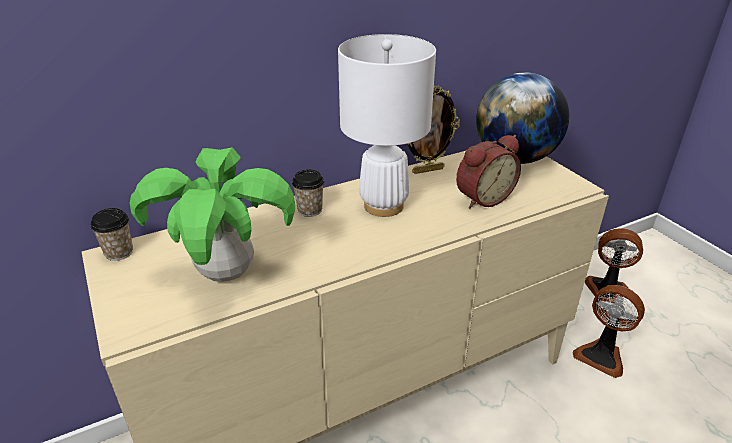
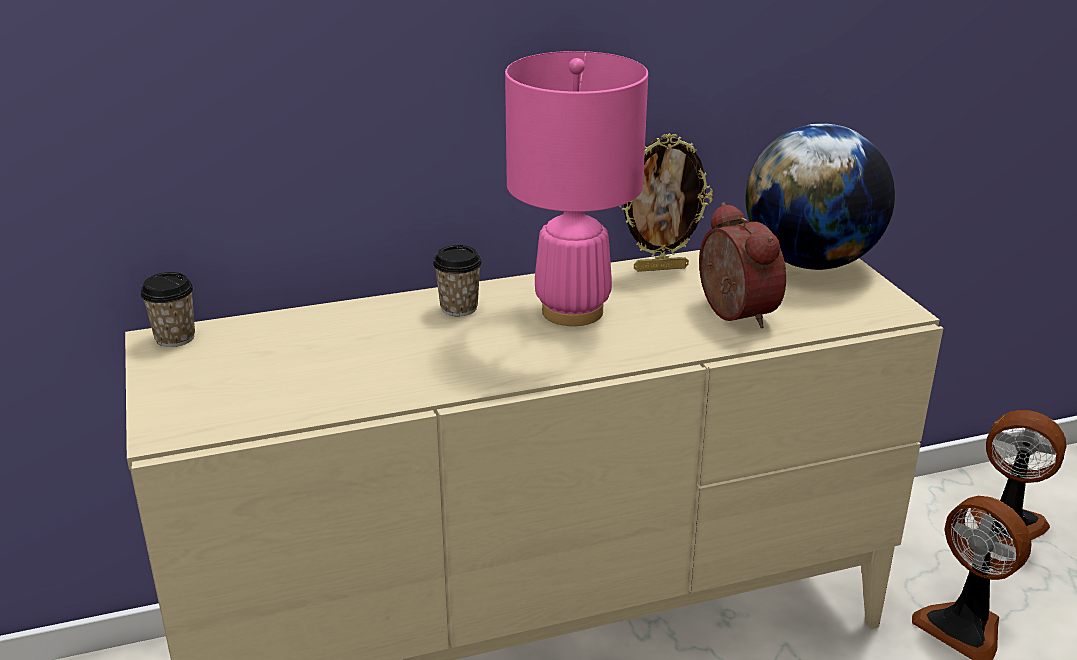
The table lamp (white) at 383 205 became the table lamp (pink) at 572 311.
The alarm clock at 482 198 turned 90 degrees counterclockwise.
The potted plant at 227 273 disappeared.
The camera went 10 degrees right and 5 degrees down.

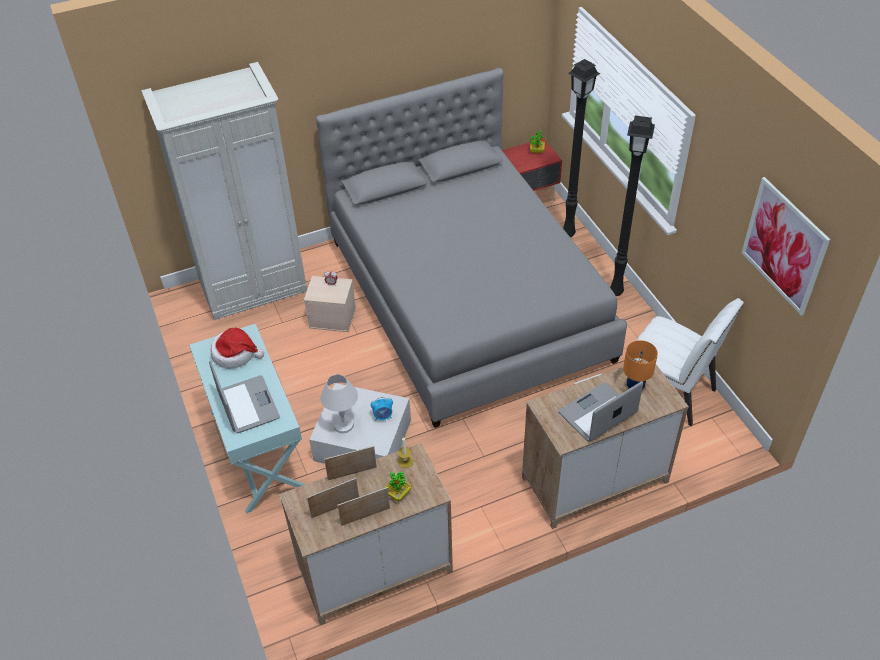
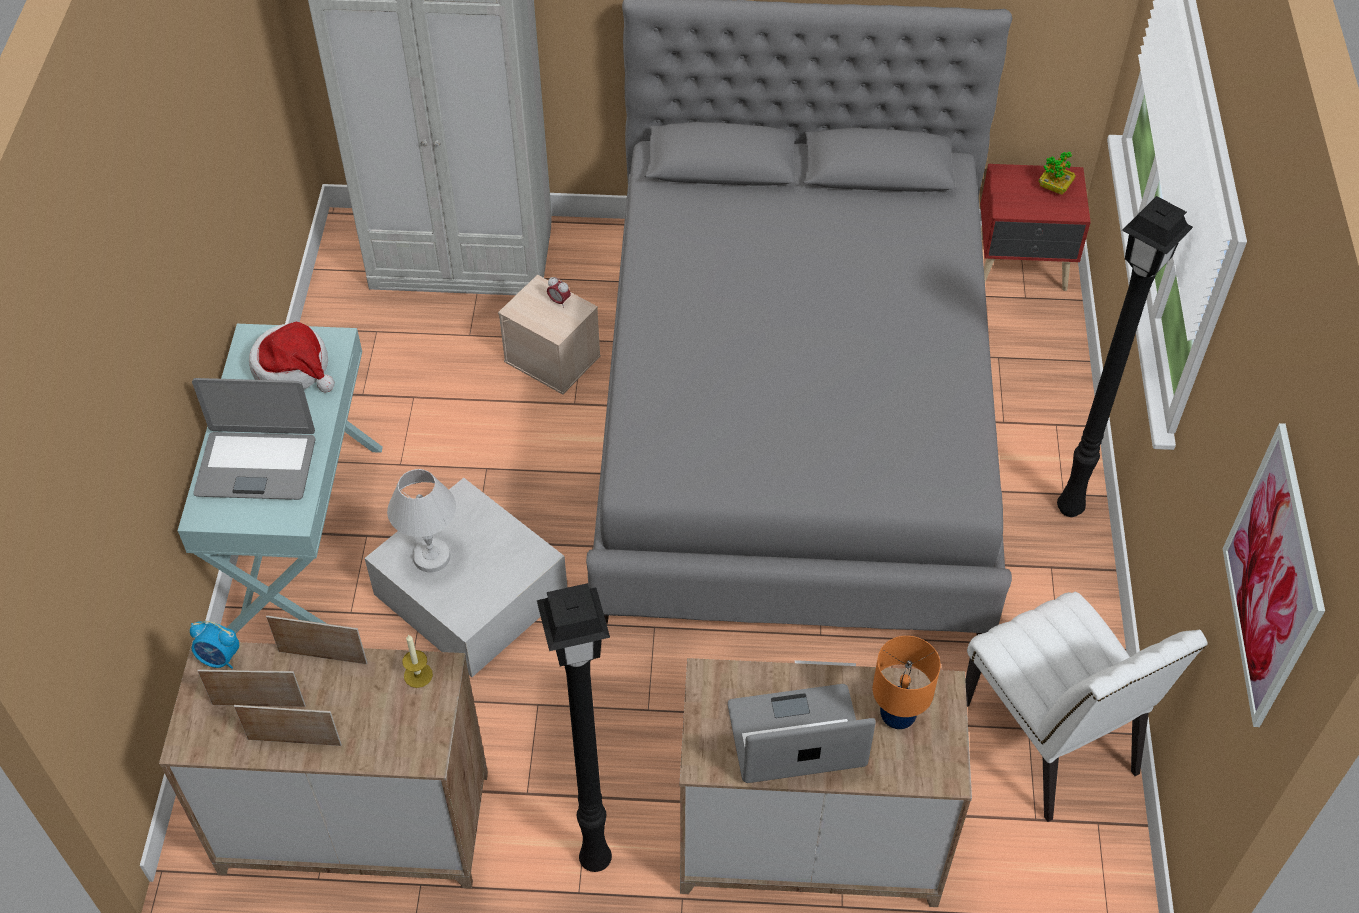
The alarm clock moved from 383 416 to 220 658.
The laptop at 248 405 turned 90 degrees clockwise.
The floor lamp (black) moved from 568 234 to 594 862.
The potted plant at 397 493 disappeared.
The camera went 25 degrees right and 5 degrees up.

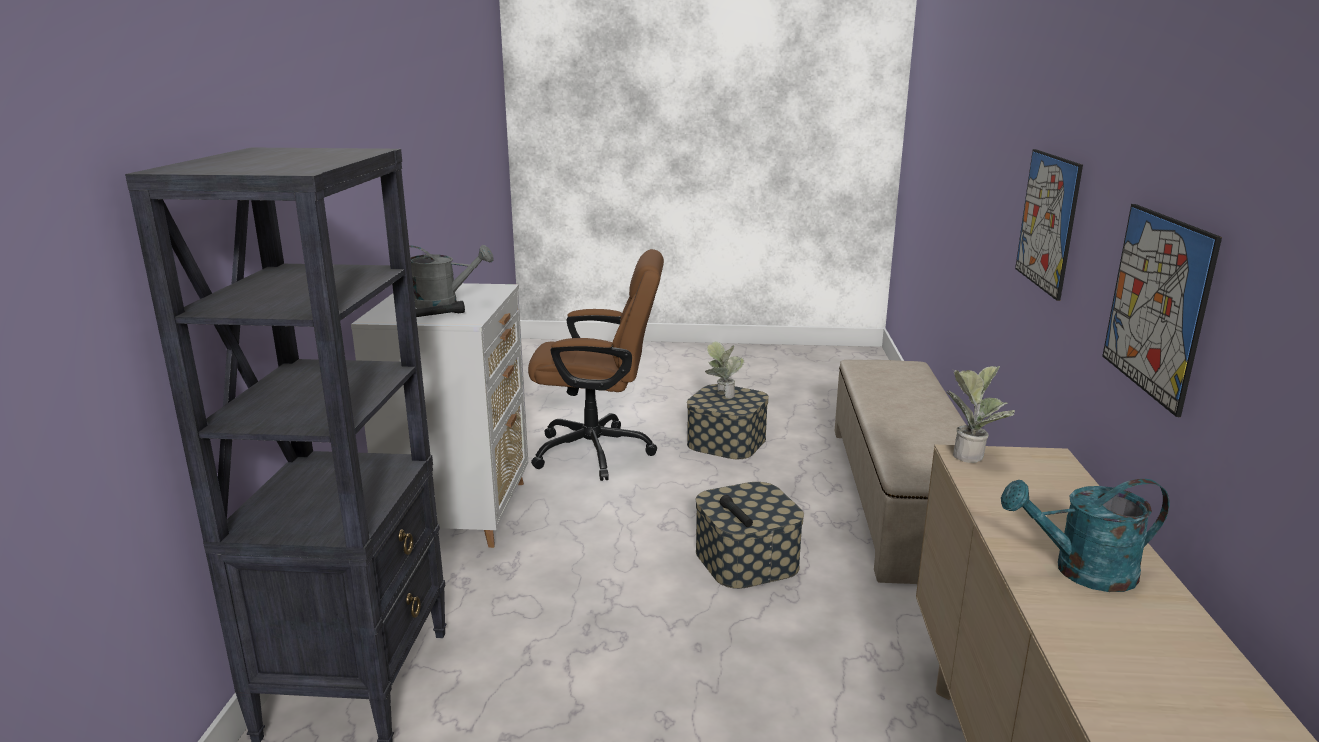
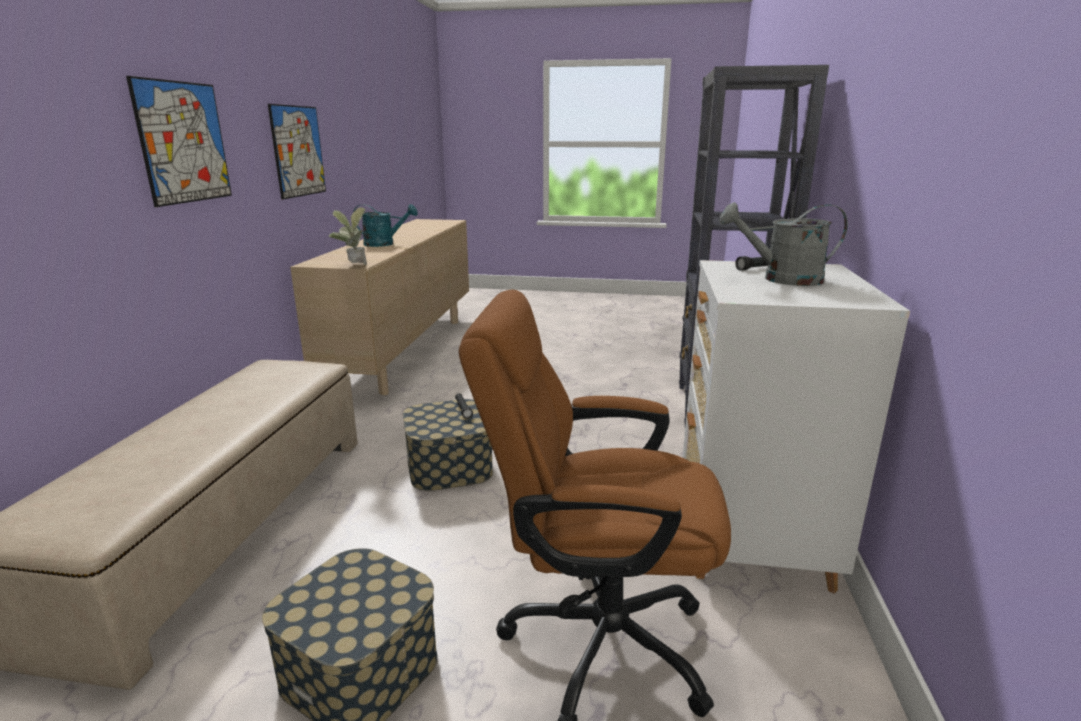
The potted plant at 722 395 disappeared.
The camera went 175 degrees left and 0 degrees up.

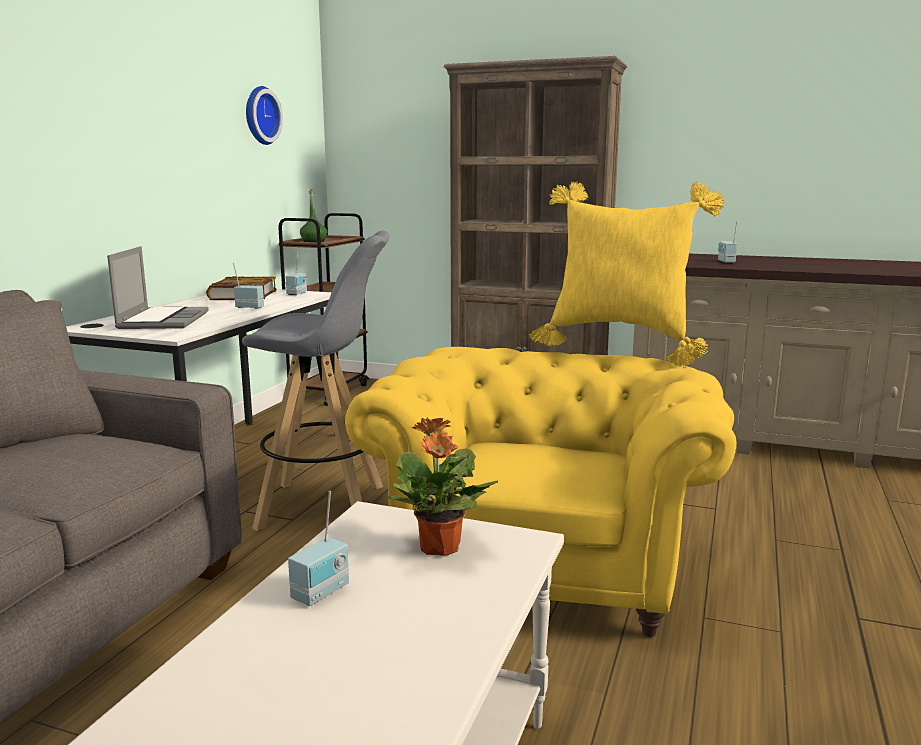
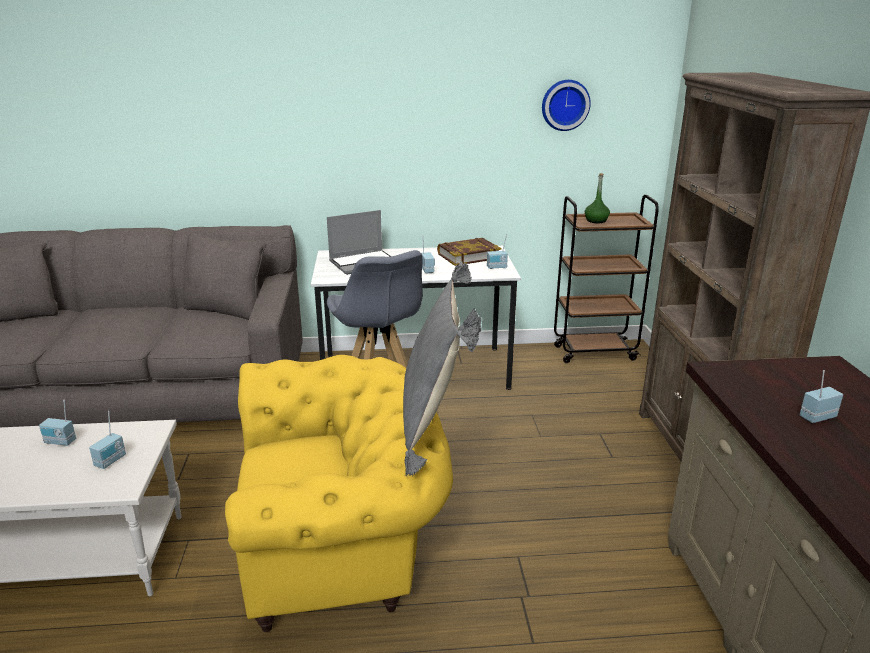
The potted plant at 439 548 was replaced by the radio at 111 461.
The pillow (yellow) at 620 353 became the pillow (grey) at 438 435.
The camera went 65 degrees right and 10 degrees up.

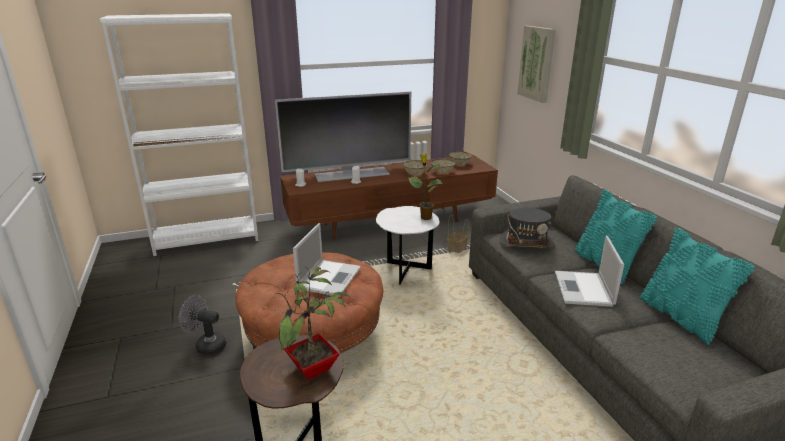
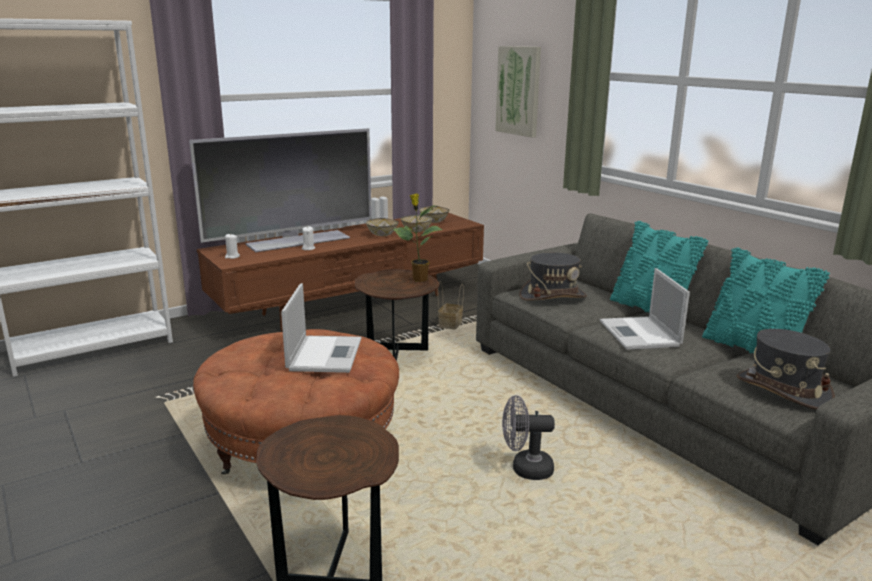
The side table (white) at 406 273 became the side table (brown) at 397 358.
The fan (grey) moved from 206 345 to 525 469.
The hat (grey) at 782 390 appeared.
The potted plant at 314 370 disappeared.
The camera went 15 degrees left and 5 degrees down.

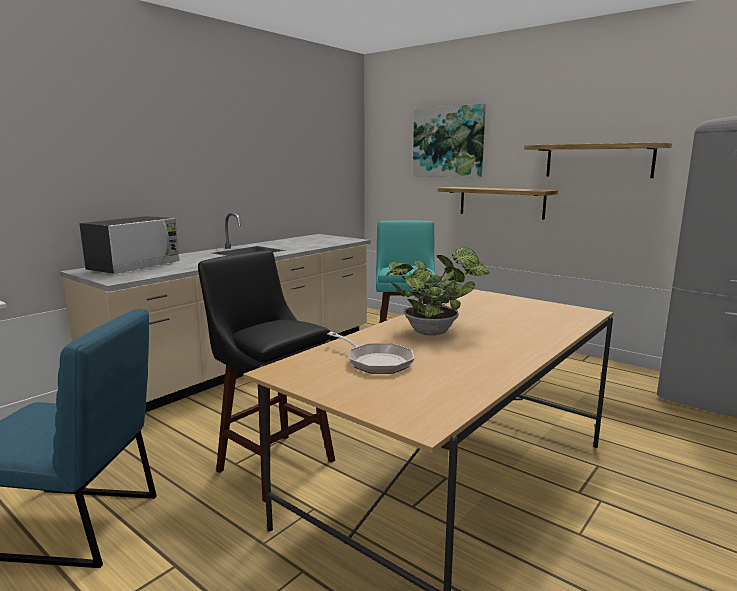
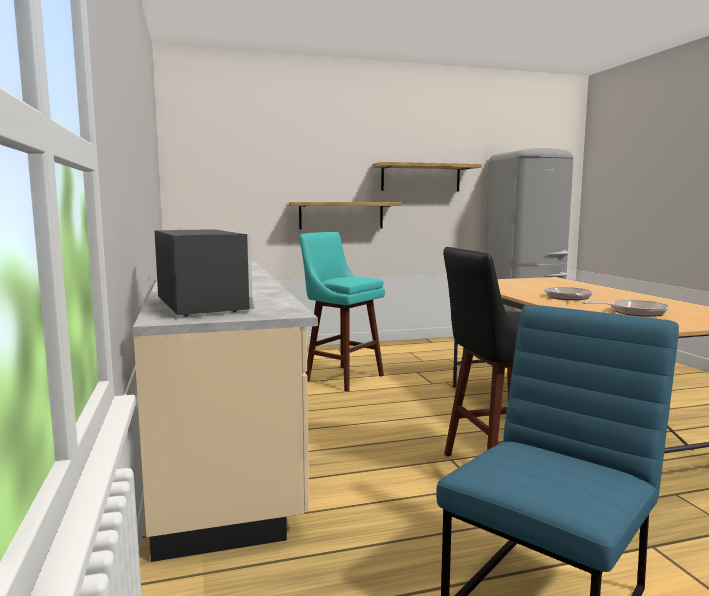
The potted plant at 434 332 was replaced by the frying pan at 568 298.
The picture at 448 142 disappeared.
The camera went 55 degrees left and 5 degrees down.

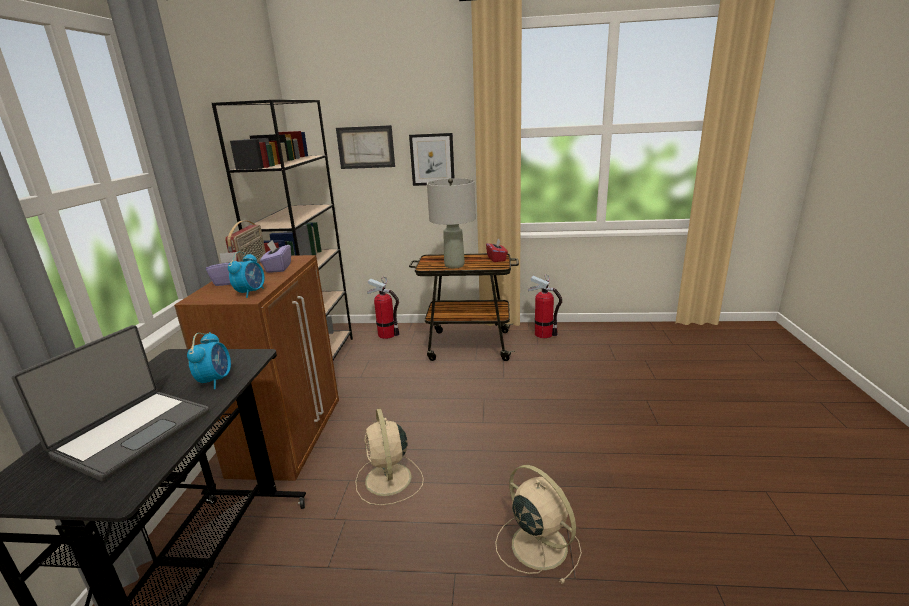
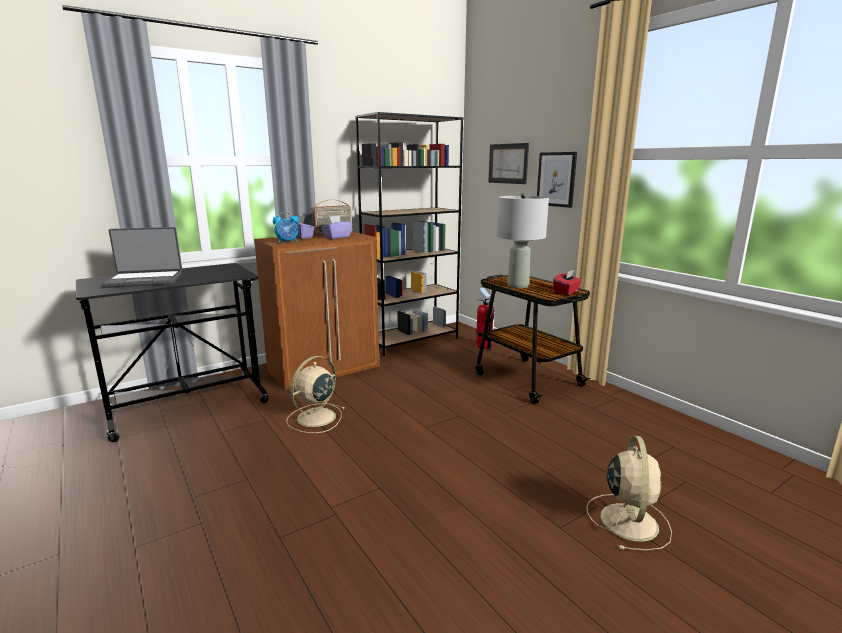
The fan (beige) moved from 537 544 to 628 520.
The alarm clock at 216 380 disappeared.
The fire extinguisher at 543 334 disappeared.
The camera went 50 degrees right and 5 degrees down.

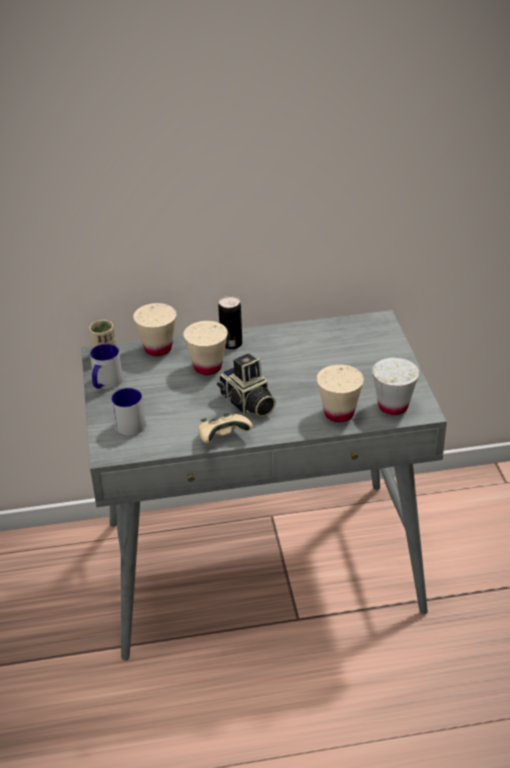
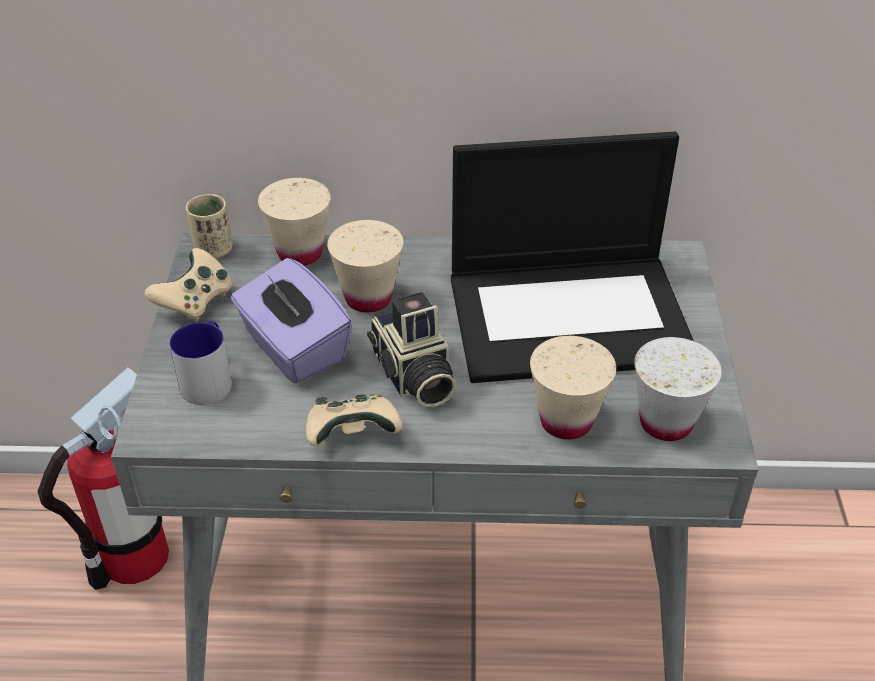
The fire extinguisher at 134 557 appeared.
The mug at 105 383 was replaced by the game controller (beige) at 195 302.
The tissue box (purple) at 293 348 appeared.
The laptop at 571 316 appeared.
The can at 231 344 disappeared.
The camera went 10 degrees right and 5 degrees up.

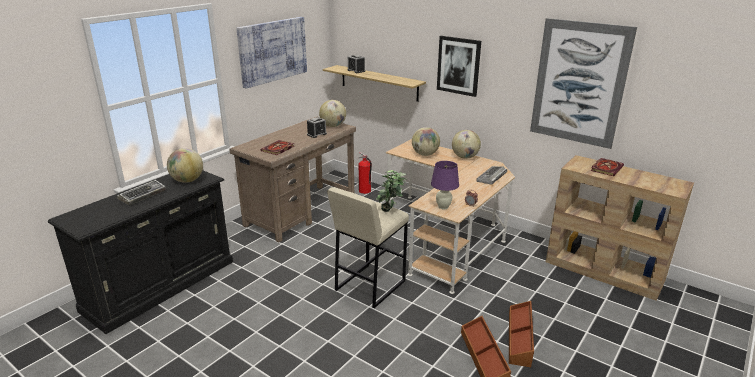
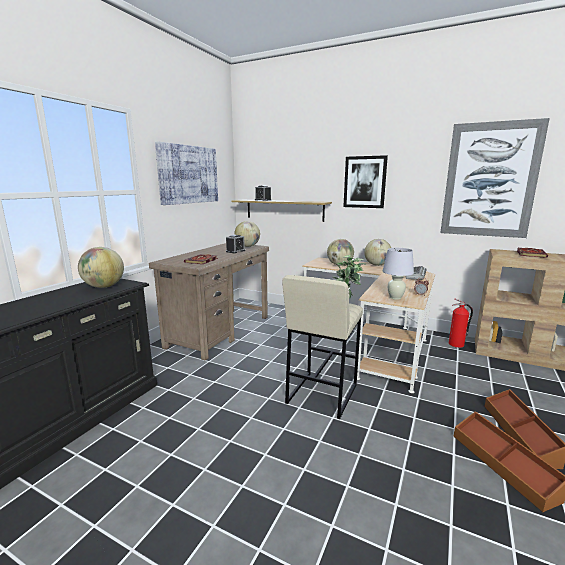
The table lamp (purple) at 443 207 became the table lamp (white) at 395 297.
The fire extinguisher moved from 364 191 to 456 345.
The keyboard at 143 195 disappeared.
The camera went 10 degrees left and 10 degrees down.

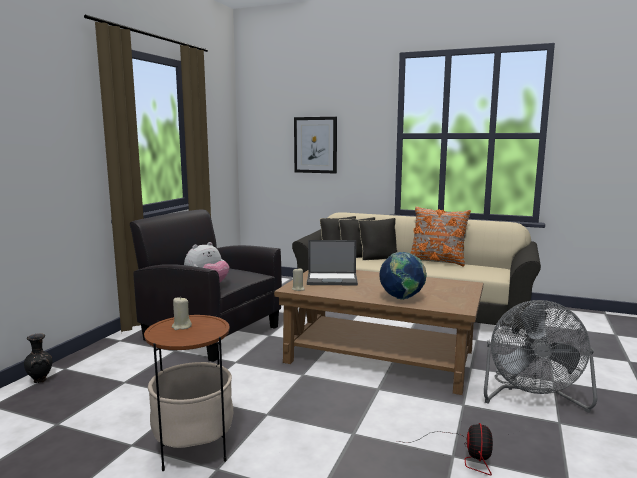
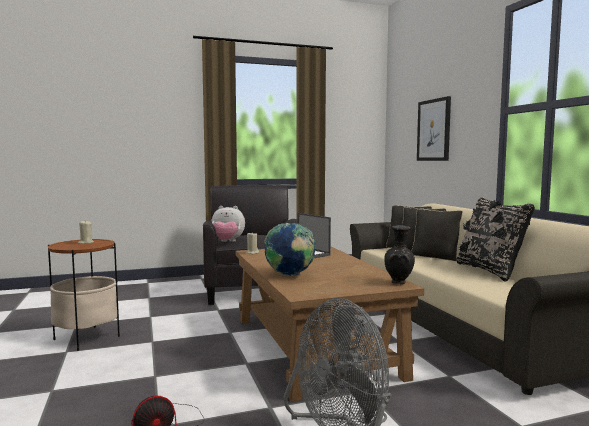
The vase (black) moved from 41 381 to 399 283.
The pillow (orange) at 437 262 became the pillow (black) at 488 271.
The camera went 50 degrees right and 5 degrees down.

